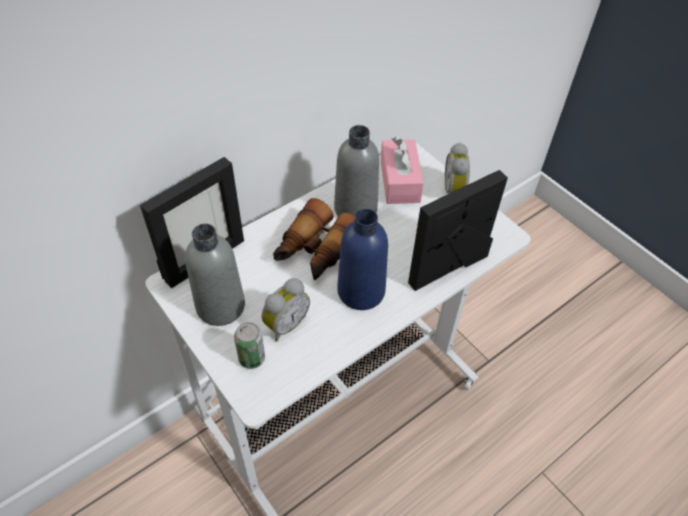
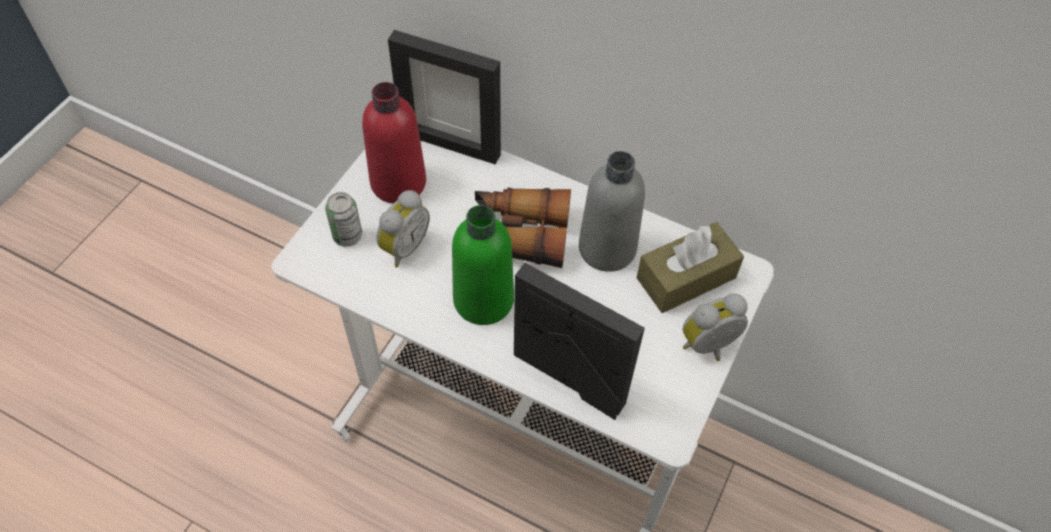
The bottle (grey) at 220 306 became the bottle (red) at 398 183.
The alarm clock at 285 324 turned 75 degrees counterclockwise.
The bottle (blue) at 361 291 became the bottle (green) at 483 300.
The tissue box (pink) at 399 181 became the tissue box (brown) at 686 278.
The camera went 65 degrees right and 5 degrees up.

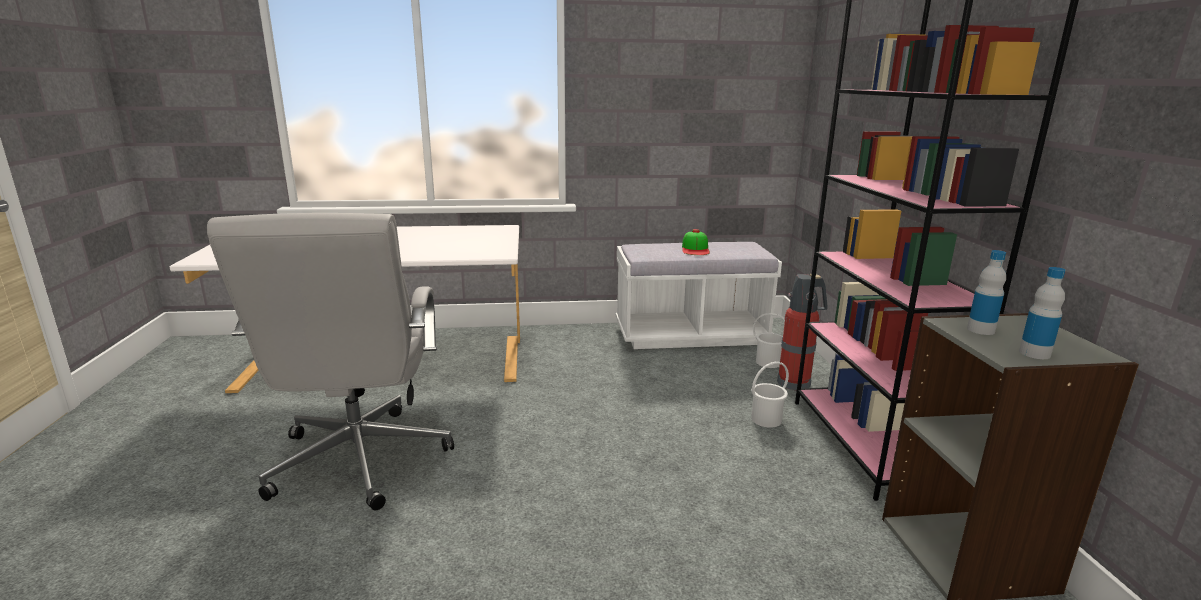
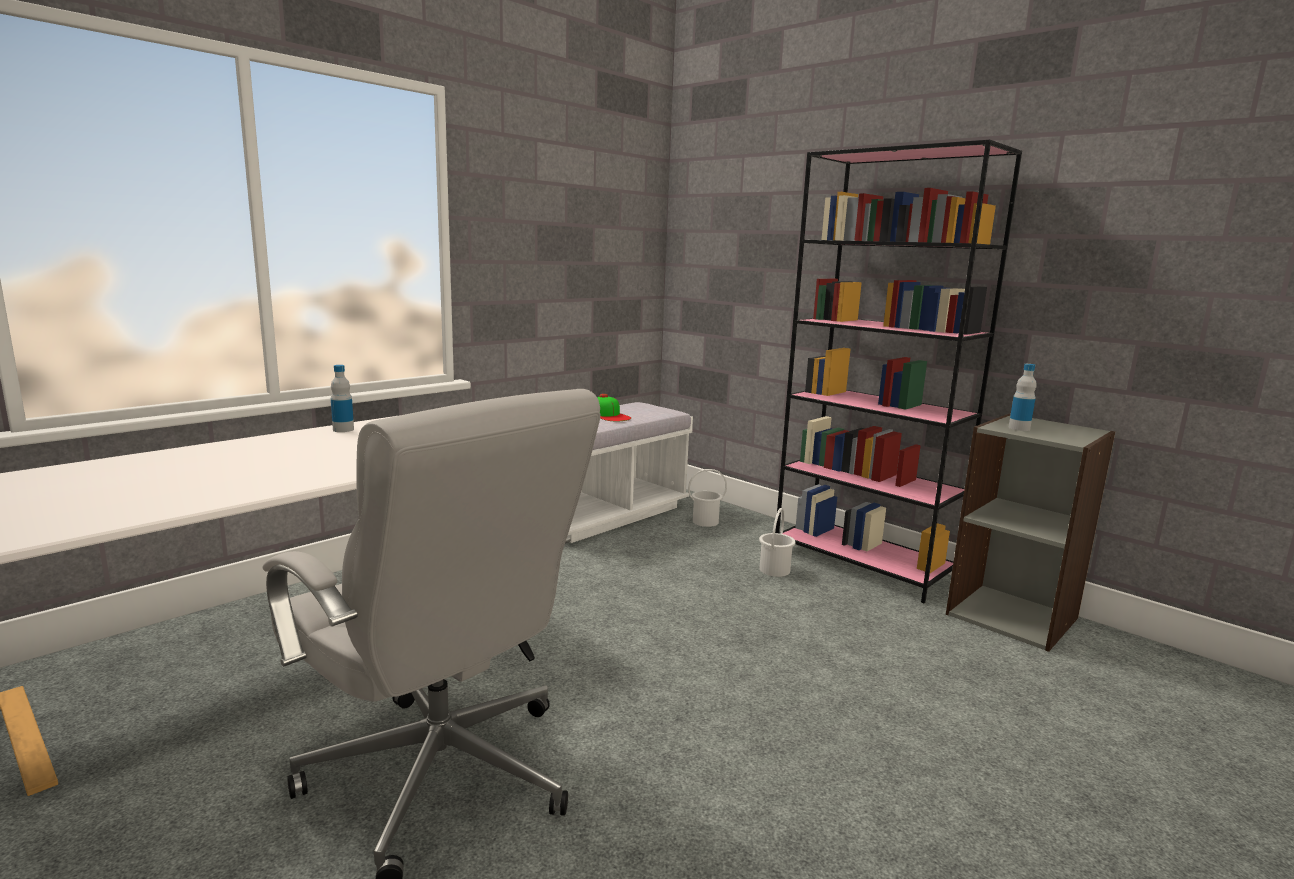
The bottle moved from 1034 353 to 343 429.
The fire extinguisher at 795 383 disappeared.
The camera went 40 degrees left and 5 degrees down.

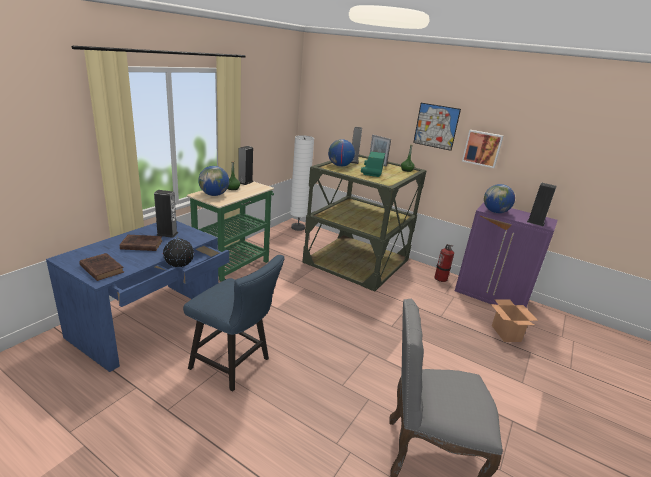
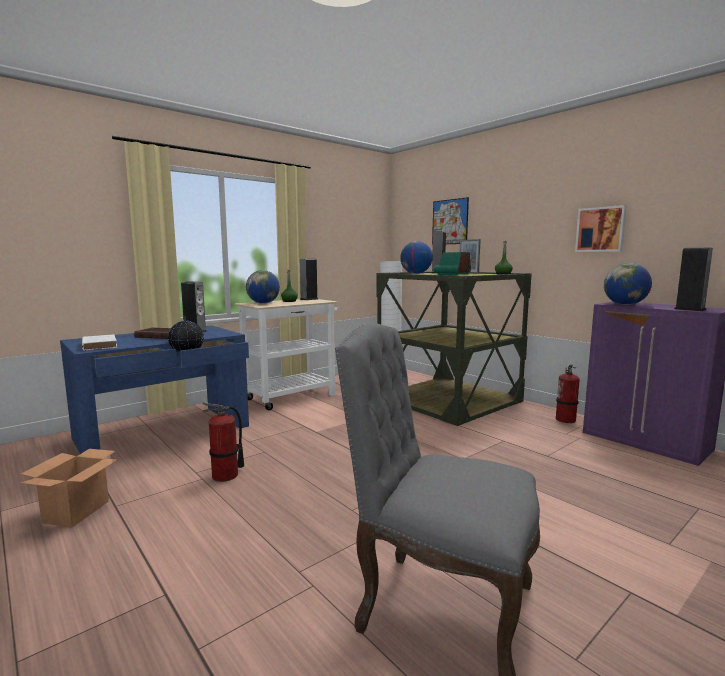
The cardboard box moved from 505 333 to 77 511.
The book (brown) at 101 268 became the book (white) at 99 345.
The chair (blue) at 234 365 was replaced by the fire extinguisher at 225 475.
The cart (green) at 233 266 became the cart (white) at 291 397.
The picture moved from 436 126 to 450 222.
The camera went 20 degrees right and 15 degrees down.

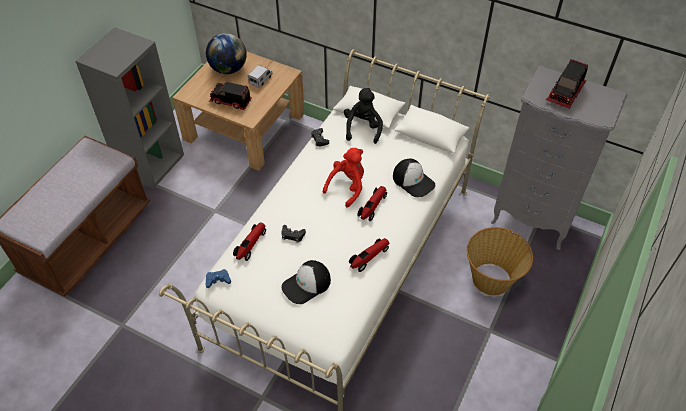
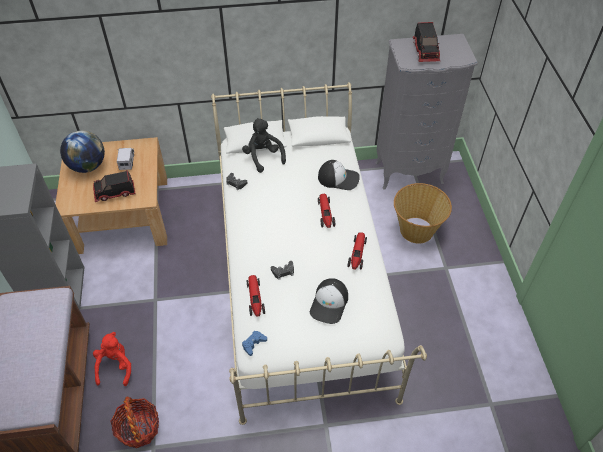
The plush toy (red) moved from 347 187 to 115 366.
The basket at 138 428 appeared.
The camera went 35 degrees left and 0 degrees up.

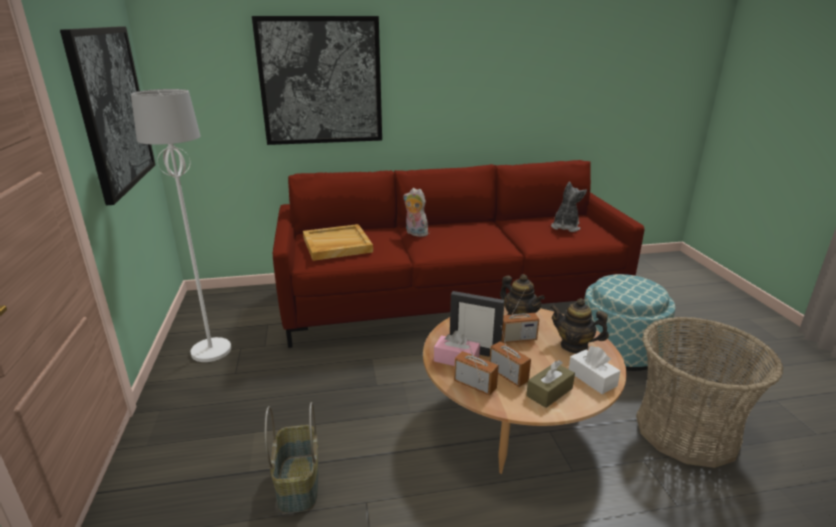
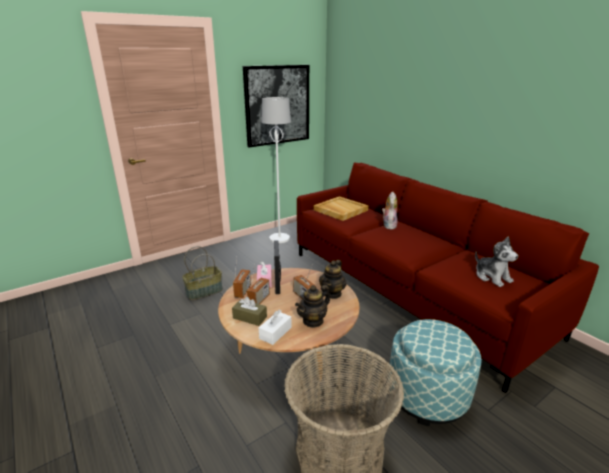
The teapot at 574 346 turned 135 degrees counterclockwise.
The plush toy at 565 227 turned 60 degrees clockwise.
The picture at 321 81 disappeared.
The camera went 65 degrees right and 0 degrees up.

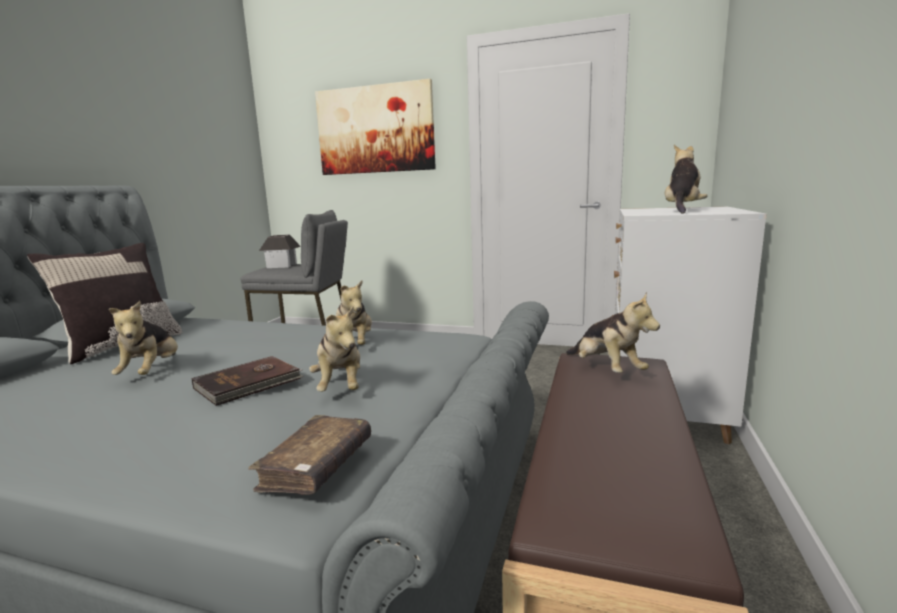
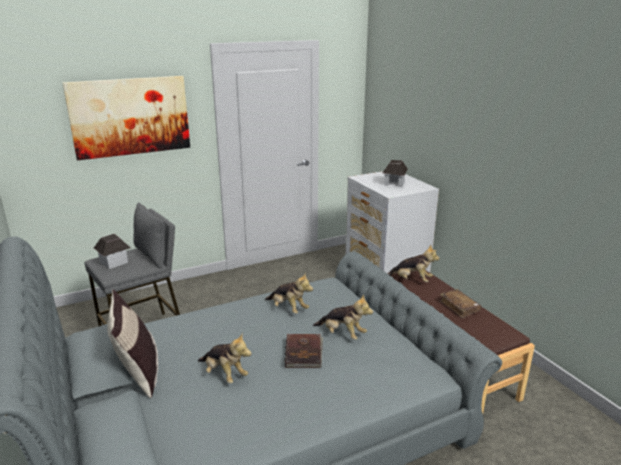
The plush toy at 681 210 was replaced by the toy house at 394 183.
The book (brown) moved from 317 467 to 459 307.
The camera went 45 degrees left and 10 degrees up.

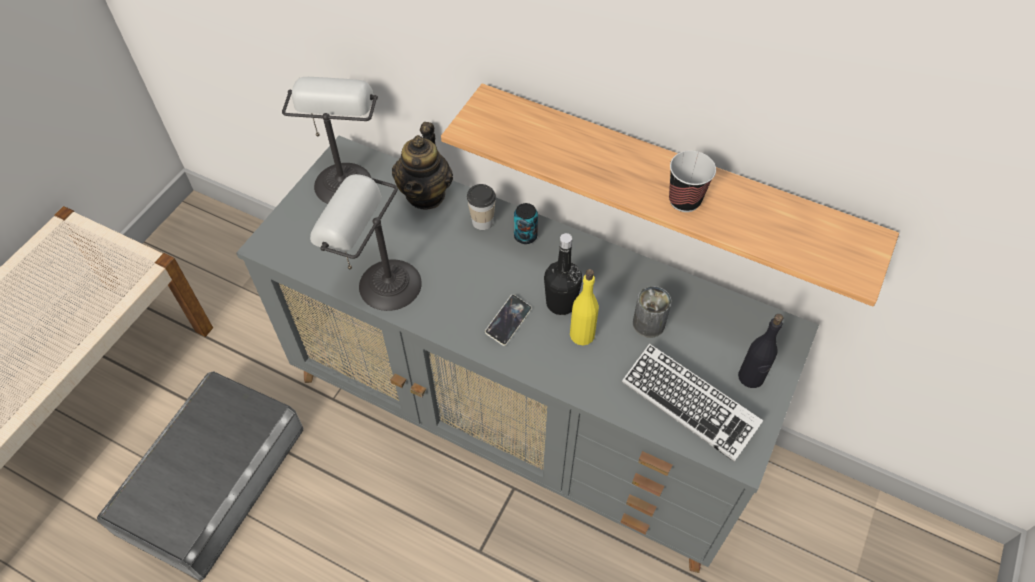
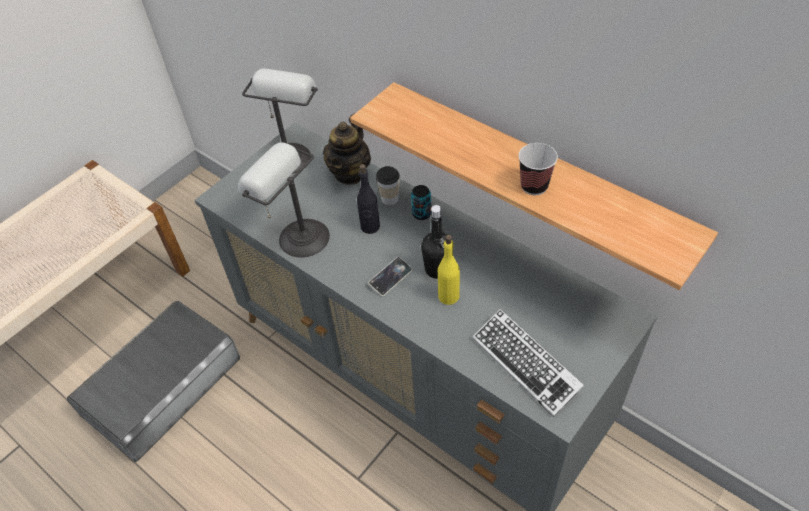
The bottle (black) moved from 751 377 to 370 227.
The can at 648 323 disappeared.
The camera went 15 degrees right and 5 degrees down.

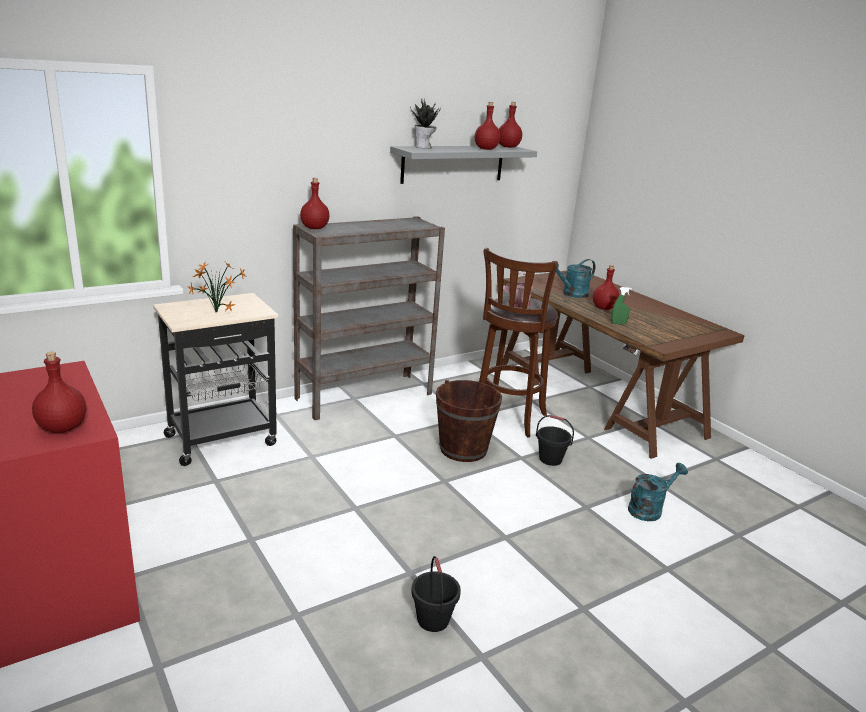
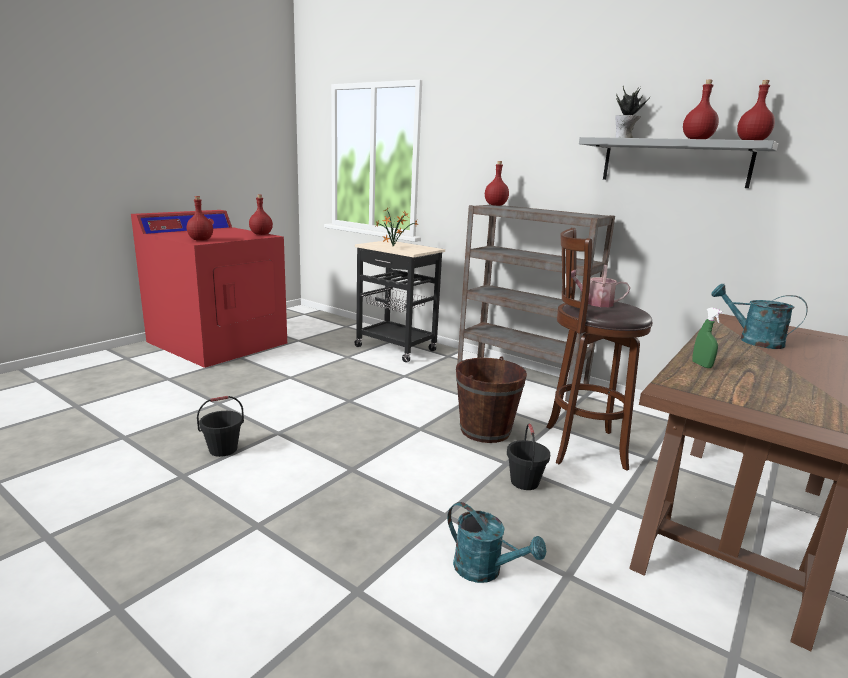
The bottle (red) moved from 604 308 to 261 234.
The camera went 70 degrees right and 5 degrees down.

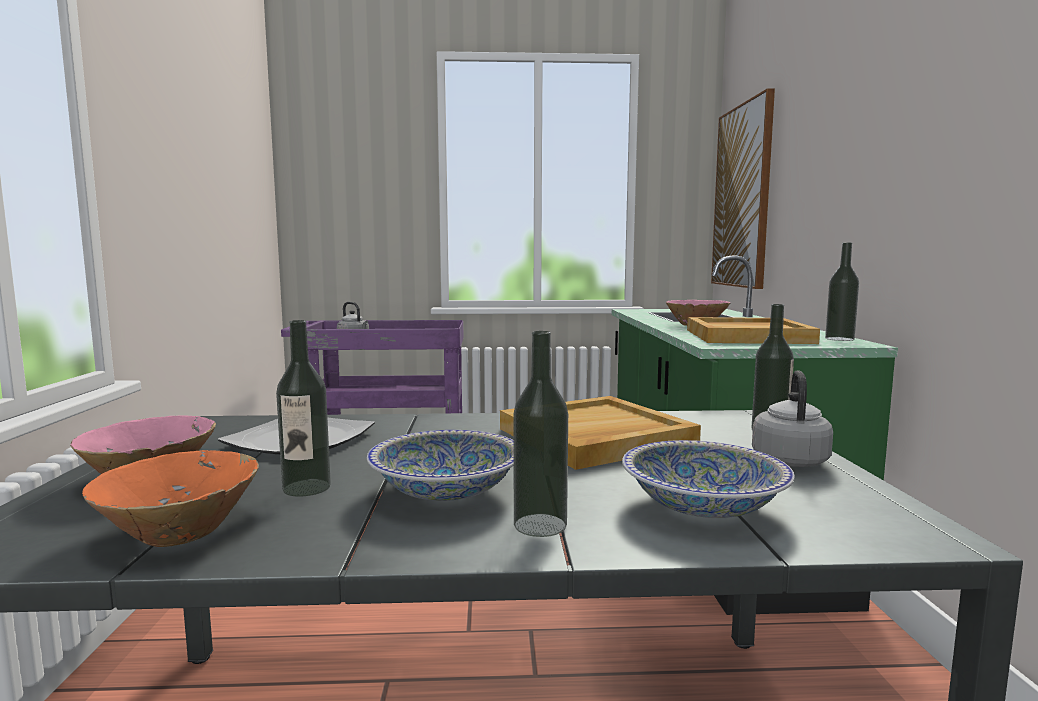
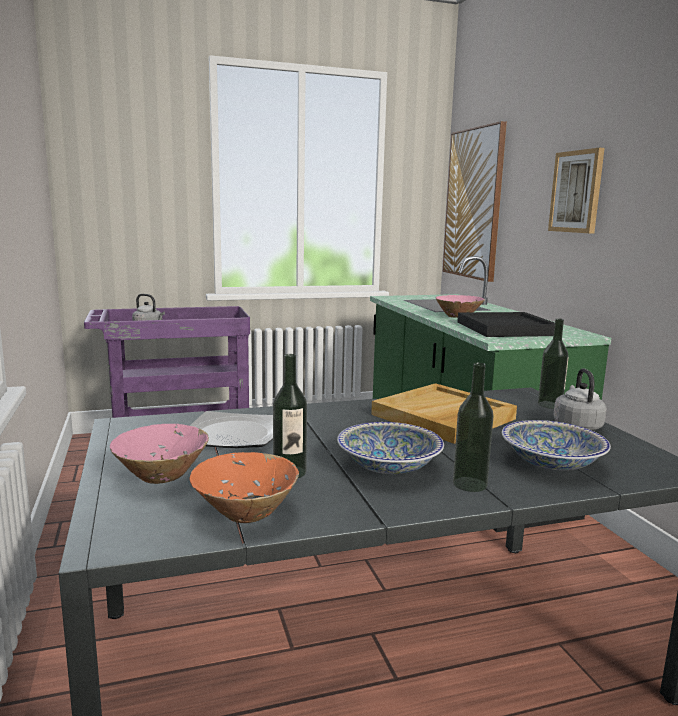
The tray (beige) at 748 336 became the tray (black) at 506 328.
The picture at 577 192 appeared.
The bottle at 839 339 disappeared.
The camera went 15 degrees left and 5 degrees up.

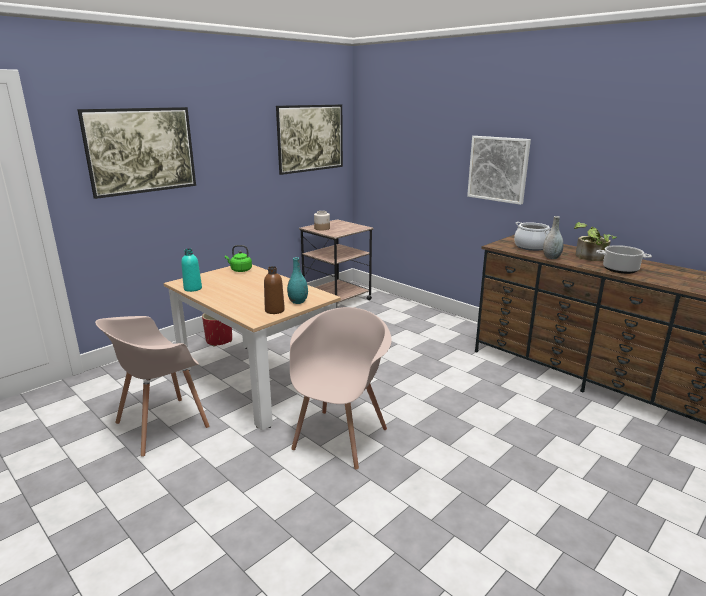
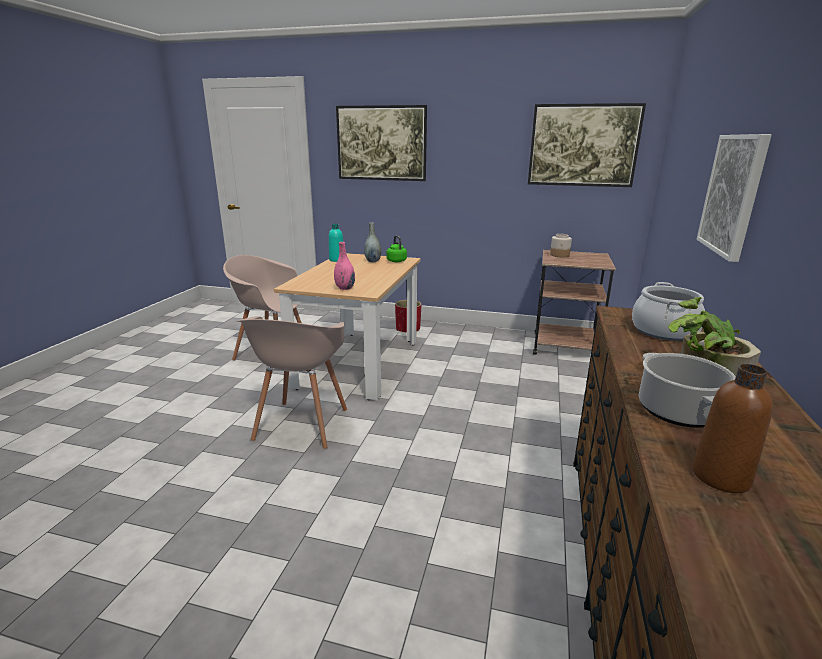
The chair (beige) at 340 438 turned 105 degrees clockwise.
The vase (turquoise) at 298 302 became the vase (pink) at 345 288.
The vase (grey) moved from 551 258 to 372 261.
The bottle (brown) moved from 274 310 to 720 477.
The camera went 60 degrees right and 0 degrees up.

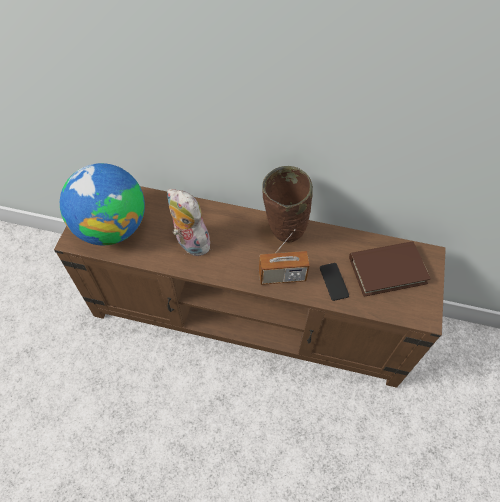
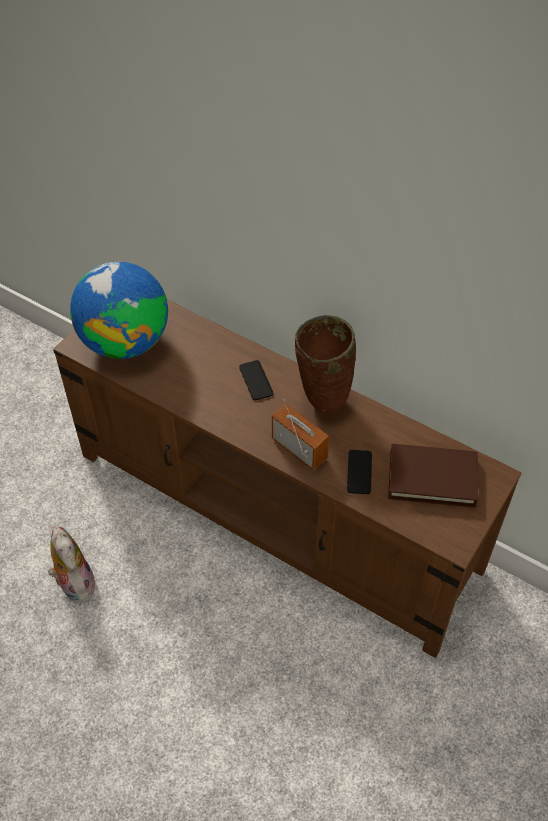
The plush toy moved from 189 242 to 74 583.
The phone at 256 380 appeared.
The radio at 282 276 turned 150 degrees counterclockwise.
The camera went 20 degrees right and 5 degrees down.

